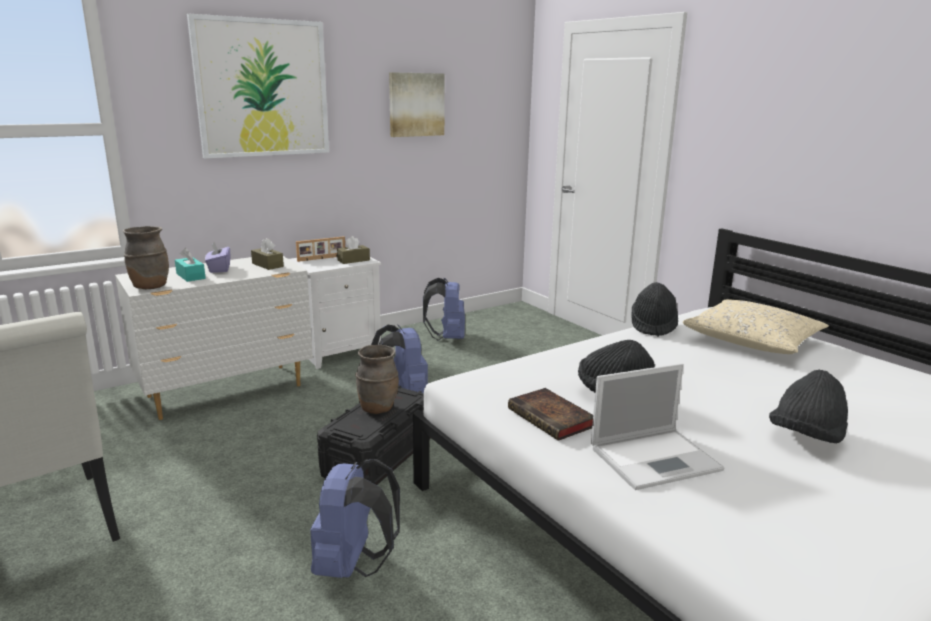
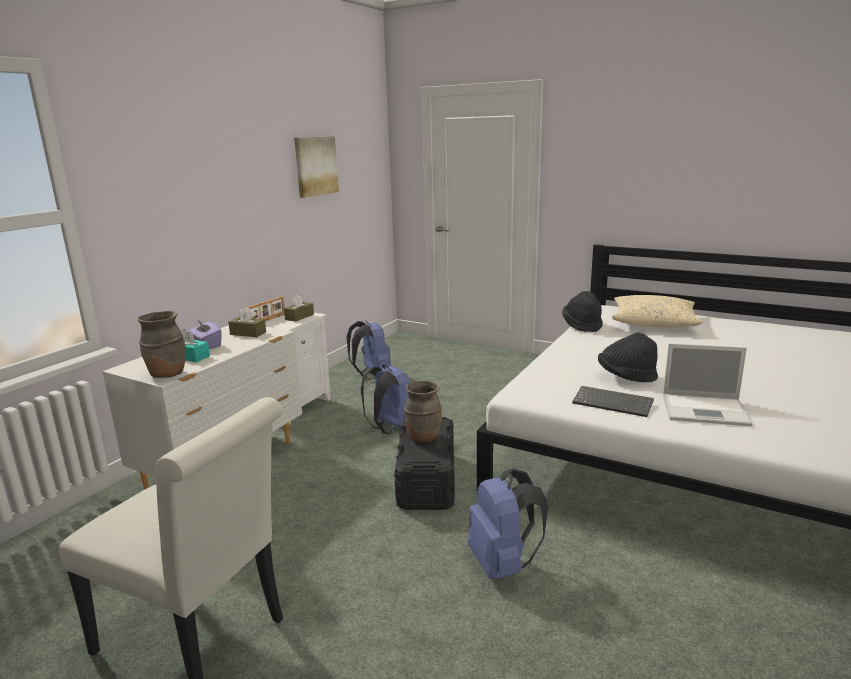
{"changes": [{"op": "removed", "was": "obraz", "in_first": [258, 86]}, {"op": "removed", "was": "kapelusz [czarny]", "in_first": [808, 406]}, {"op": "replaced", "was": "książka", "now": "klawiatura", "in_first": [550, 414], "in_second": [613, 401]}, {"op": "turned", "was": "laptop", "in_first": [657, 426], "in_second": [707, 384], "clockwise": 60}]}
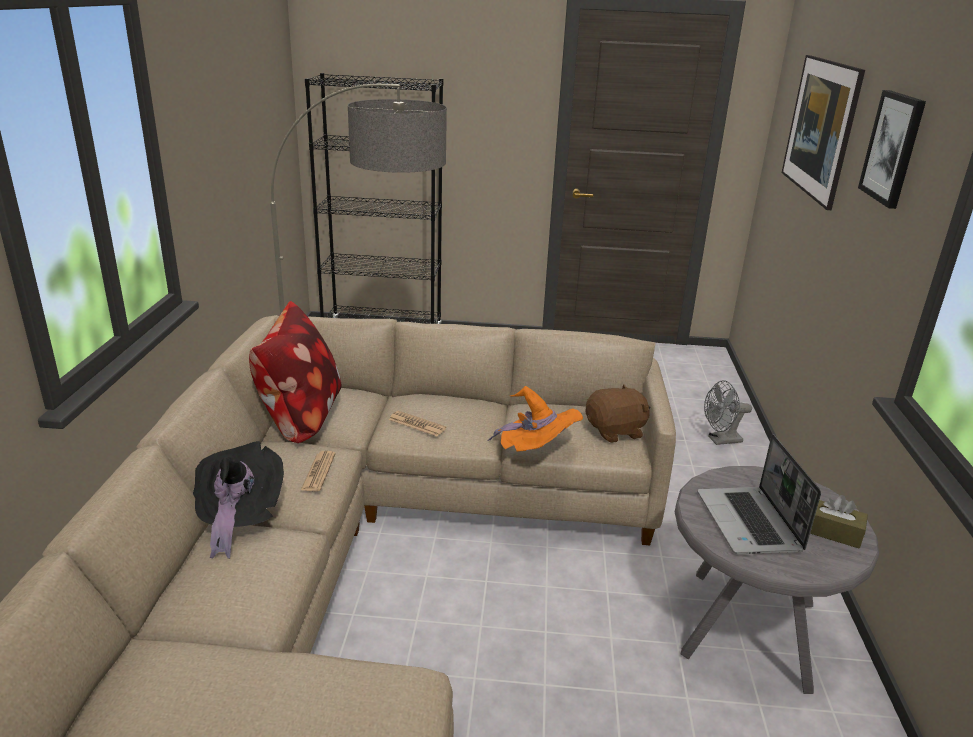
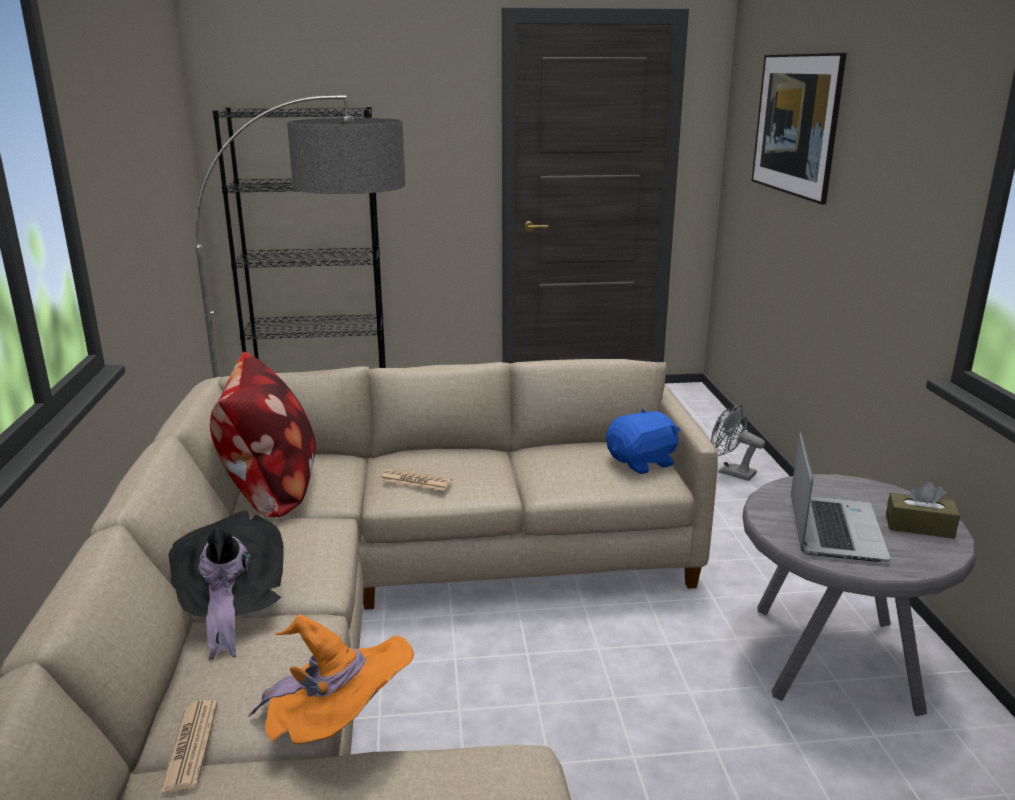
{"changes": [{"op": "removed", "was": "obraz", "in_first": [892, 149]}, {"op": "moved", "was": "gazeta", "in_first": [318, 471], "in_second": [189, 746]}, {"op": "moved", "was": "kapelusz [pomarańczowy]", "in_first": [535, 419], "in_second": [331, 679]}, {"op": "recoloured", "was": "pluszak [brązowy]", "now": "pluszak [niebieski]", "in_first": [617, 413], "in_second": [643, 441]}, {"op": "turned", "was": "laptop", "in_first": [759, 494], "in_second": [841, 496], "clockwise": -150}, {"op": "turned", "was": "wentylator [szary]", "in_first": [728, 412], "in_second": [738, 442], "clockwise": 60}]}
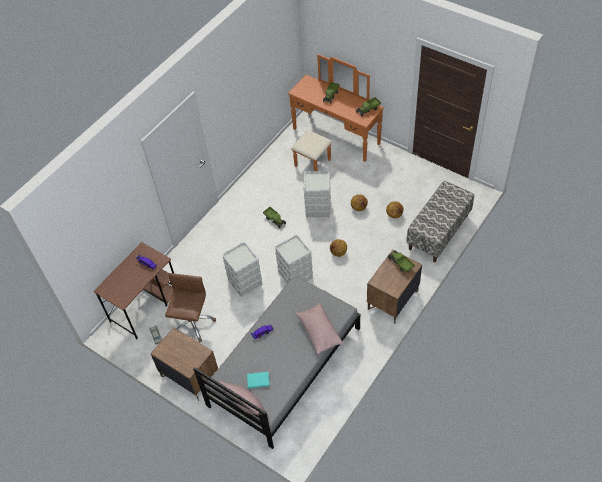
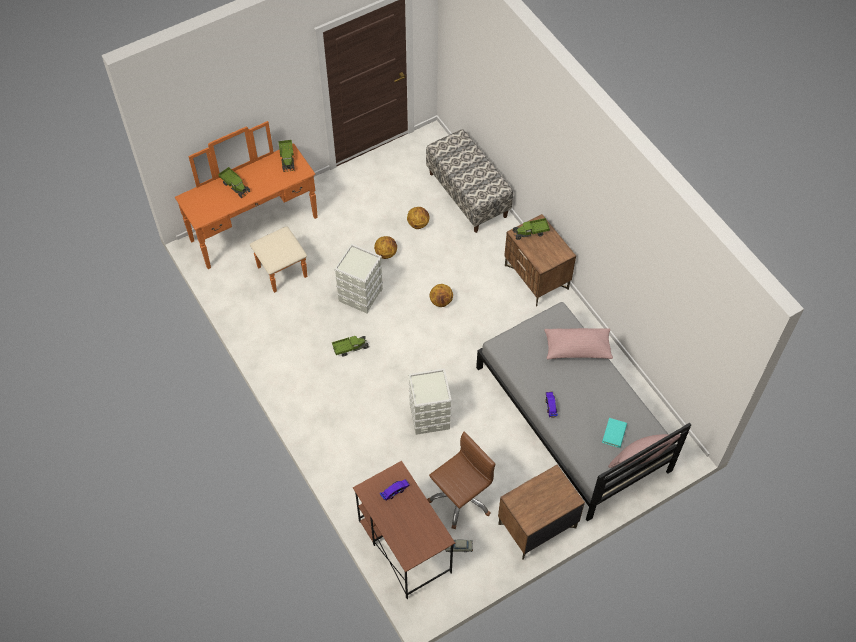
{"changes": [{"op": "removed", "was": "pojemnik do przechowywania [szary]", "in_first": [293, 258]}, {"op": "turned", "was": "krzesło biurowe [brązowy]", "in_first": [190, 307], "in_second": [461, 480], "clockwise": 105}]}
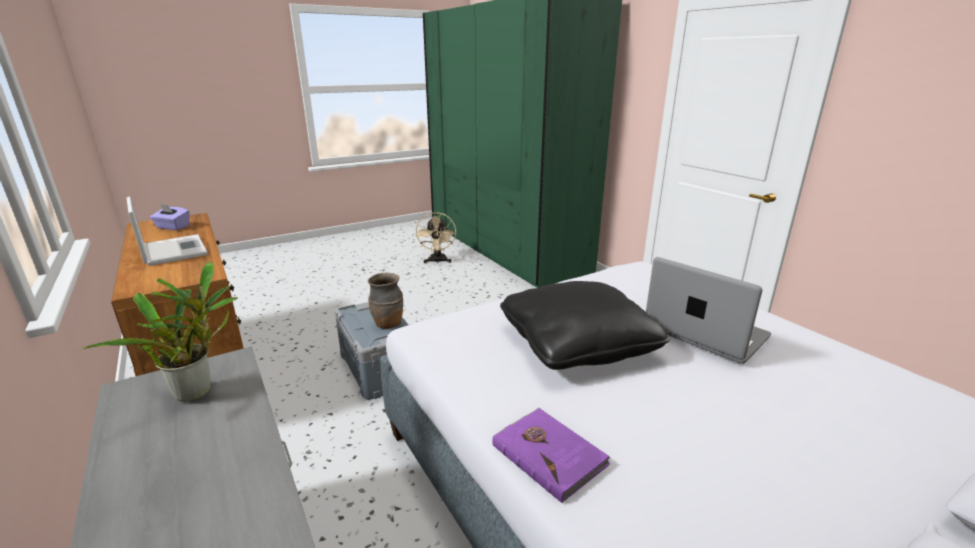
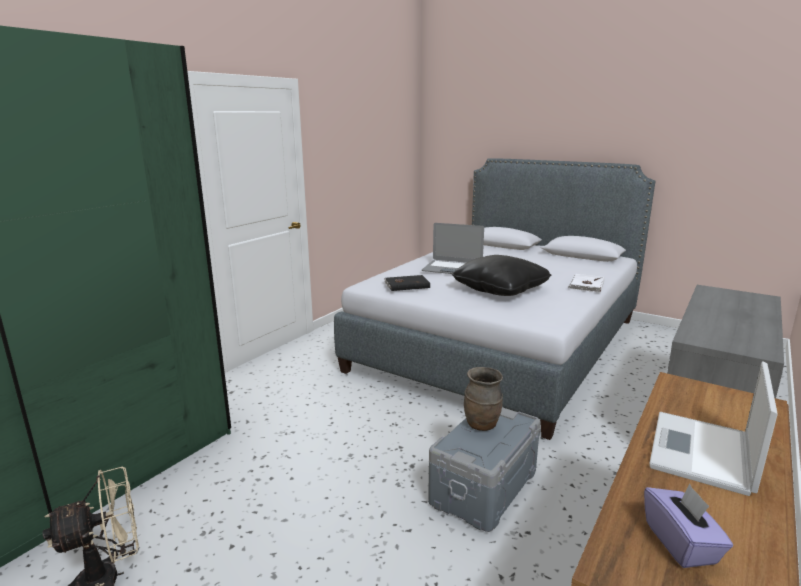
{"changes": [{"op": "removed", "was": "roślina doniczkowa", "in_first": [160, 332]}, {"op": "added", "now": "książka [czarny]", "in_second": [407, 283]}, {"op": "recoloured", "was": "książka [fioletowy]", "now": "książka [biały]", "in_first": [551, 455], "in_second": [586, 283]}, {"op": "turned", "was": "laptop", "in_first": [708, 310], "in_second": [453, 248], "clockwise": -90}]}
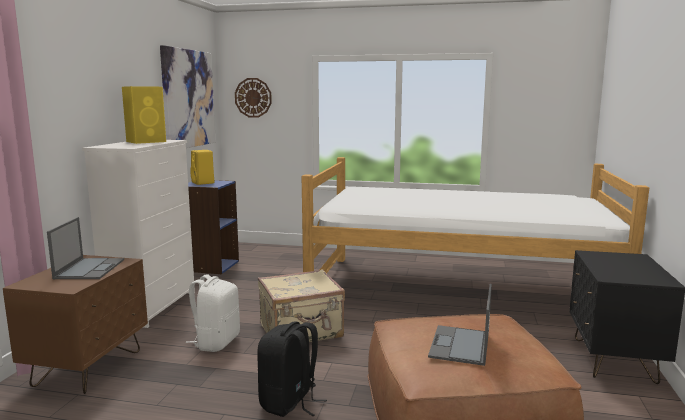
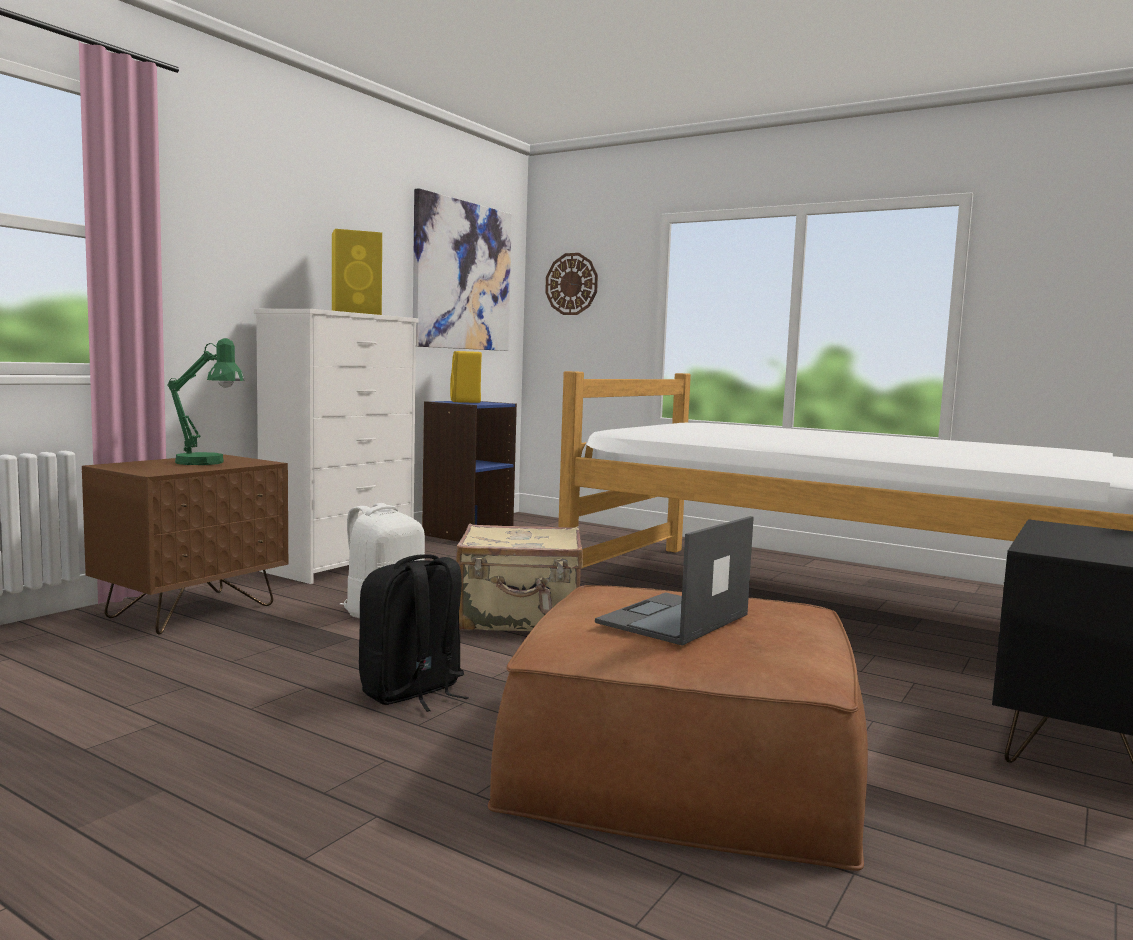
{"changes": [{"op": "replaced", "was": "laptop", "now": "lampa stołowa [zielony]", "in_first": [85, 248], "in_second": [206, 401]}]}
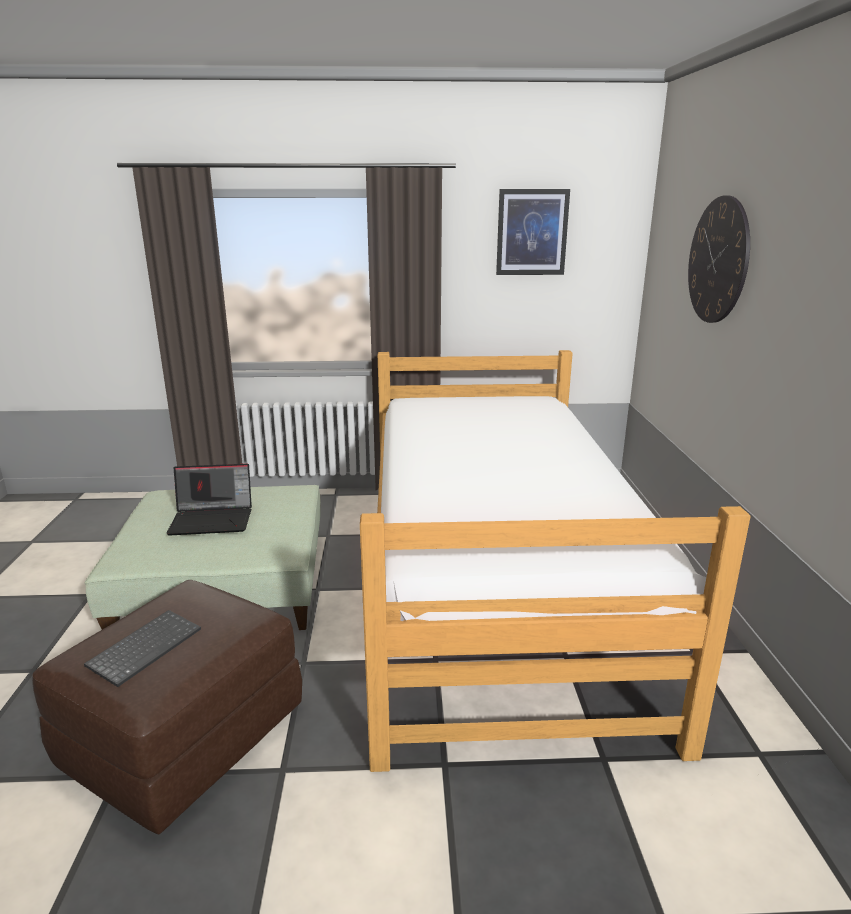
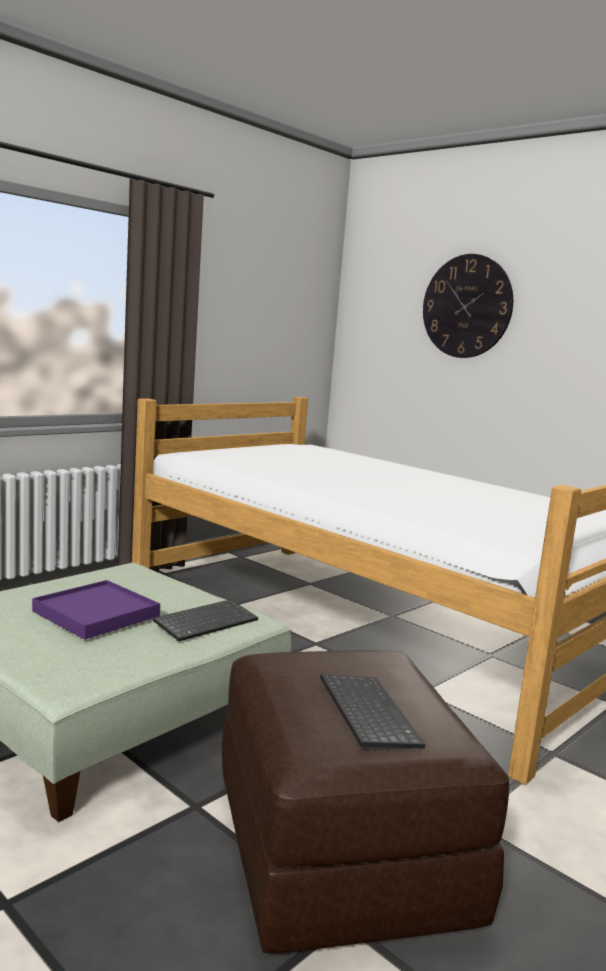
{"changes": [{"op": "removed", "was": "obraz", "in_first": [533, 232]}, {"op": "added", "now": "klawiatura", "in_second": [205, 620]}, {"op": "replaced", "was": "laptop", "now": "taca [fioletowy]", "in_first": [209, 499], "in_second": [96, 610]}]}
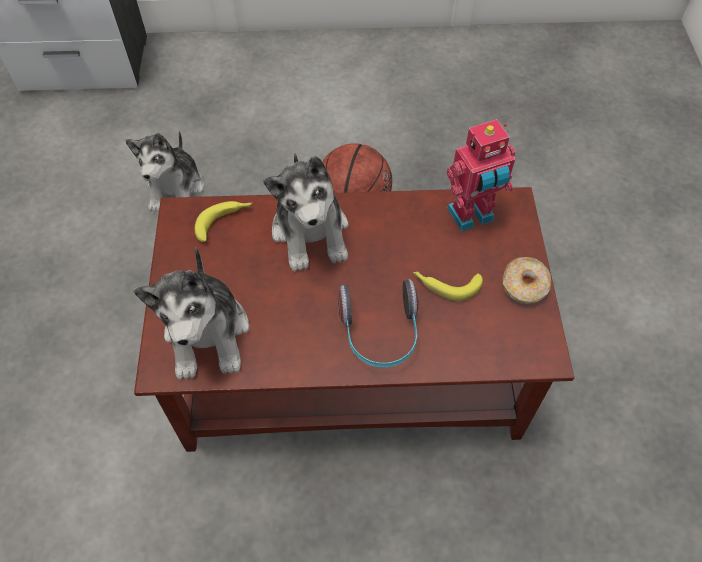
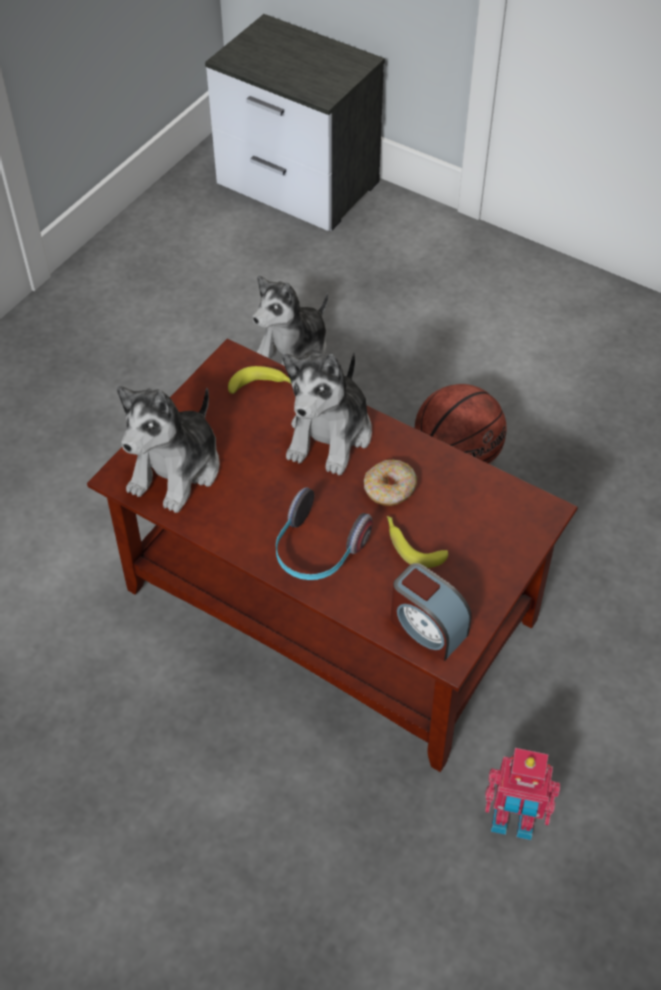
{"changes": [{"op": "added", "now": "budzik", "in_second": [431, 612]}, {"op": "moved", "was": "robot zabawkowy", "in_first": [481, 175], "in_second": [522, 794]}, {"op": "moved", "was": "donut", "in_first": [526, 280], "in_second": [390, 483]}]}
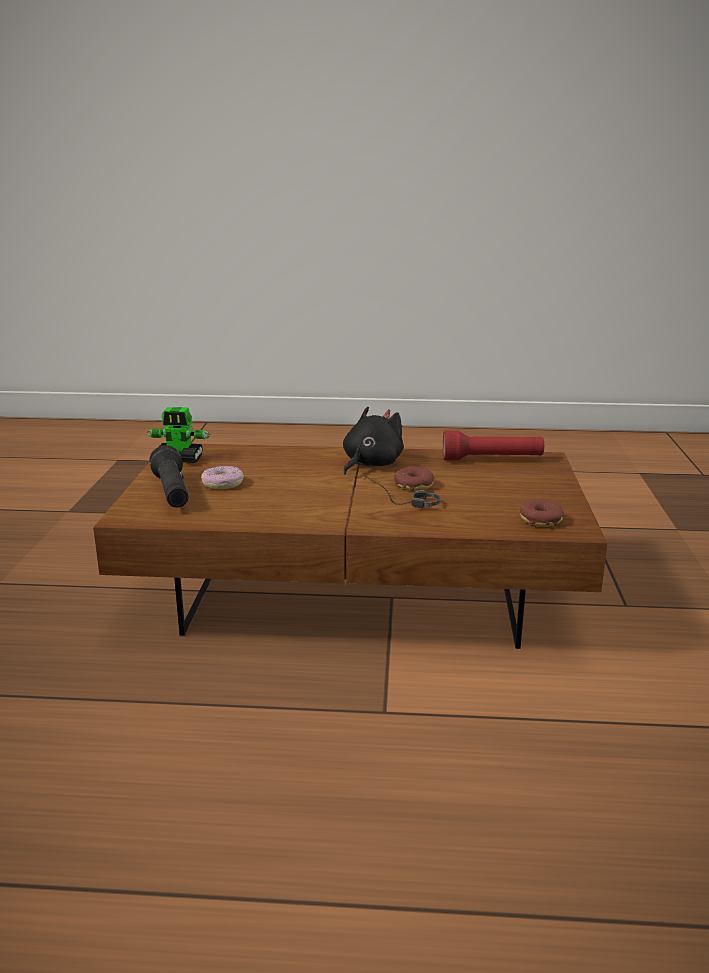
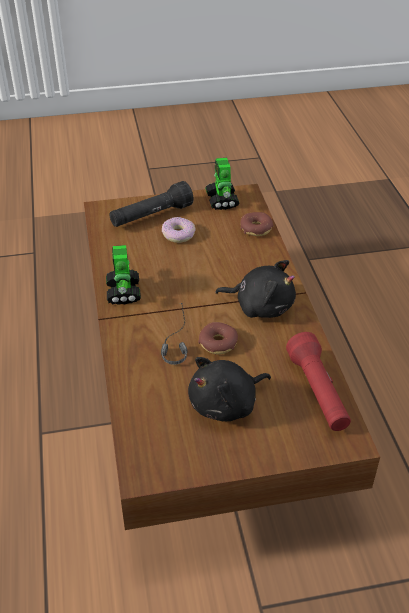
{"changes": [{"op": "added", "now": "robot zabawkowy", "in_second": [123, 275]}, {"op": "added", "now": "pluszak [czarny]", "in_second": [229, 389]}, {"op": "moved", "was": "donut", "in_first": [542, 513], "in_second": [257, 224]}]}
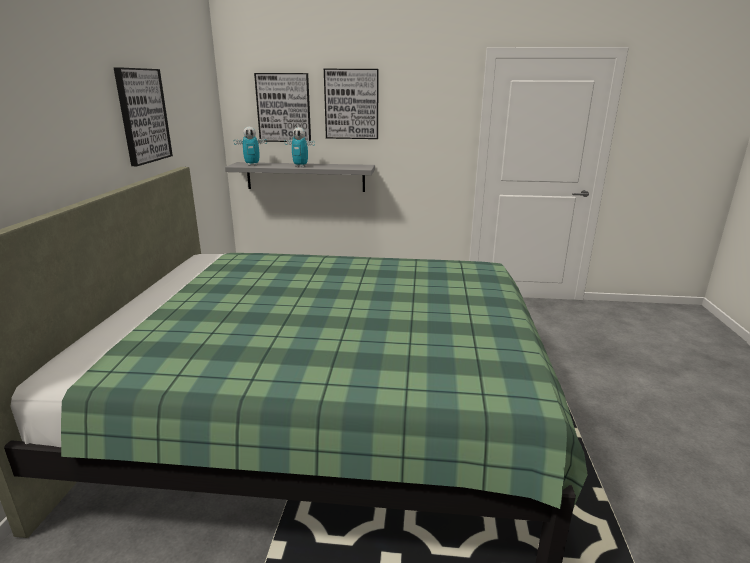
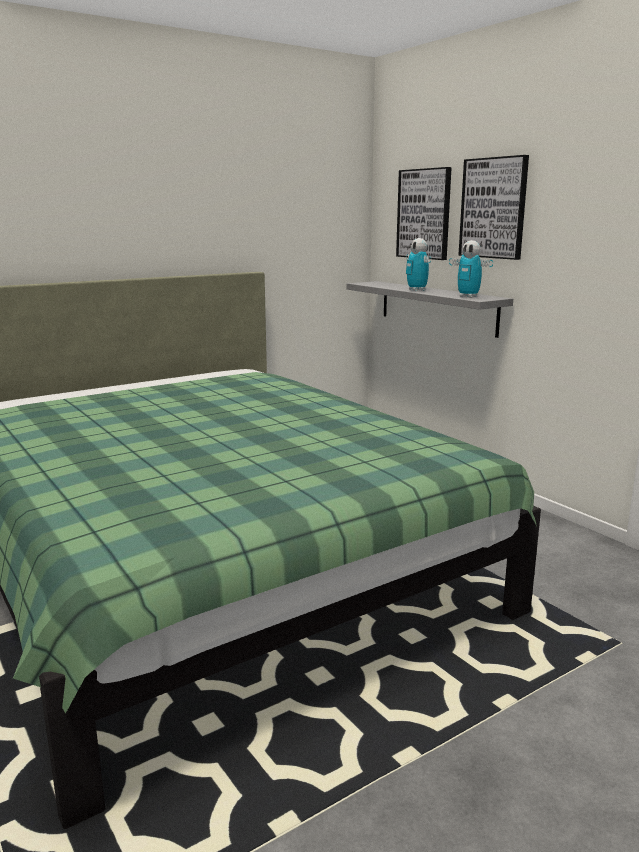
{"changes": [{"op": "removed", "was": "obraz", "in_first": [143, 116]}, {"op": "moved", "was": "robot zabawkowy", "in_first": [250, 146], "in_second": [471, 269]}]}
